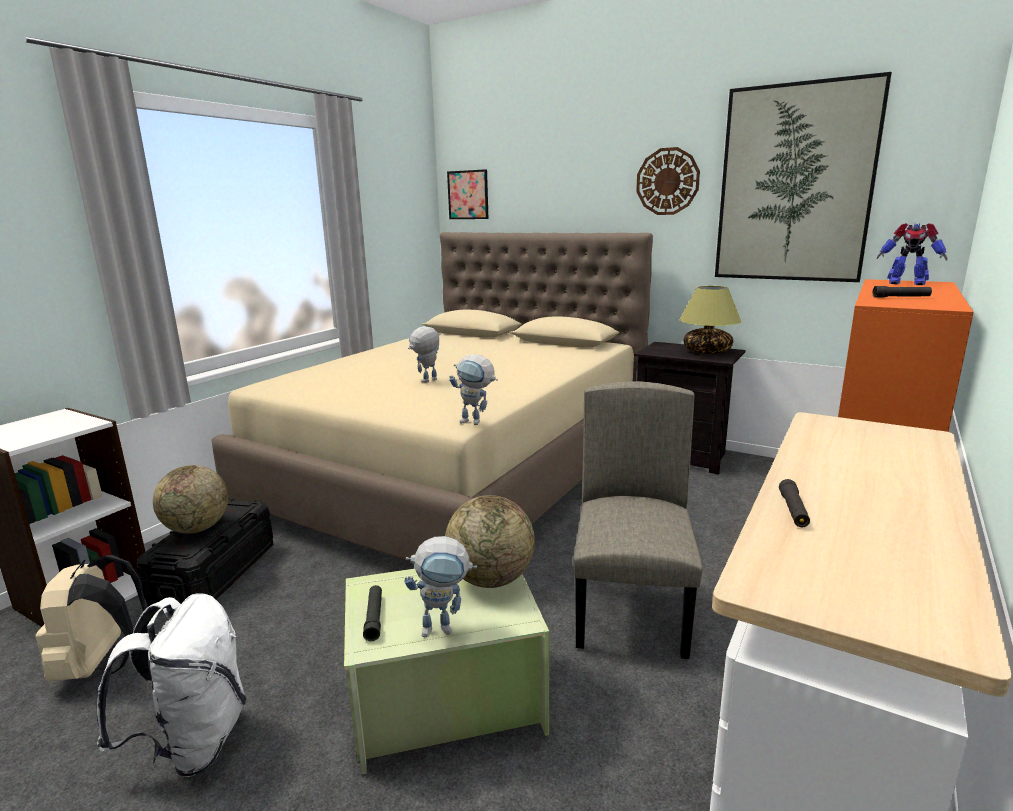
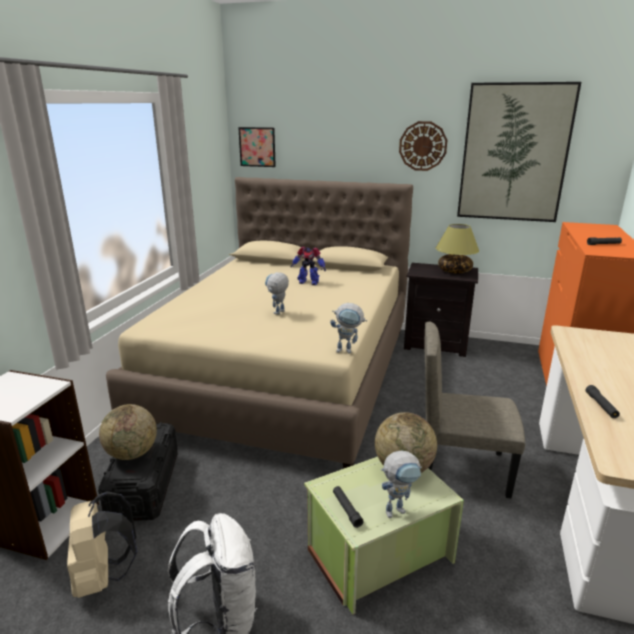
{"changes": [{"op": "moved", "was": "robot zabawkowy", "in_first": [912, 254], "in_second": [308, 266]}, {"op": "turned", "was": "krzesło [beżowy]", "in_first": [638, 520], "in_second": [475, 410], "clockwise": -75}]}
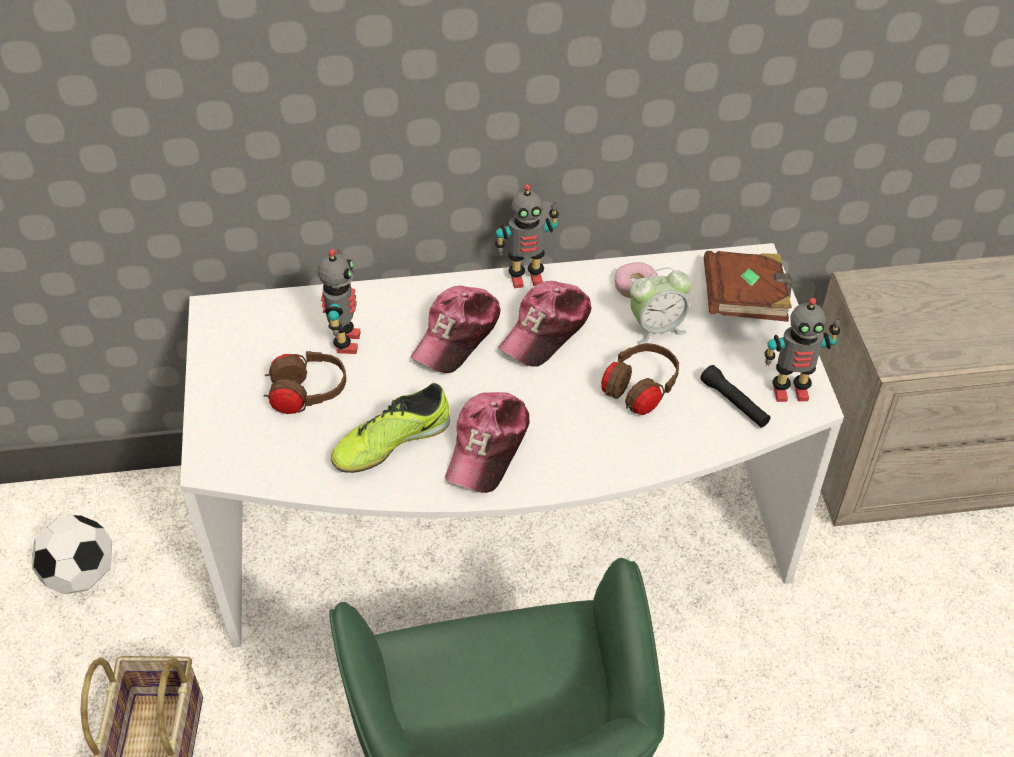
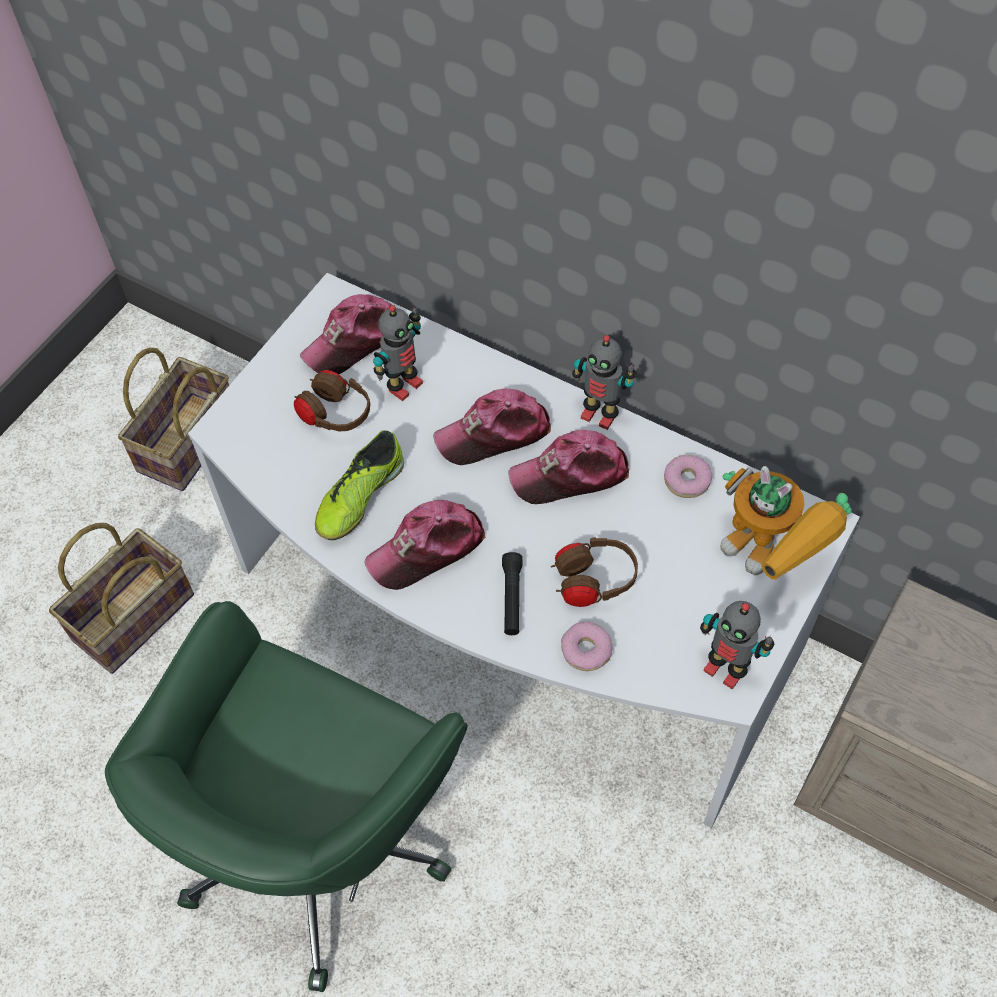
{"changes": [{"op": "removed", "was": "budzik", "in_first": [661, 305]}, {"op": "added", "now": "czapka z daszkiem", "in_second": [346, 334]}, {"op": "added", "now": "donut", "in_second": [587, 646]}, {"op": "moved", "was": "latarka [czarny]", "in_first": [736, 396], "in_second": [512, 593]}, {"op": "replaced", "was": "piłka futbolowa", "now": "koszyk", "in_first": [72, 554], "in_second": [173, 419]}, {"op": "replaced", "was": "książka [brązowy]", "now": "robot zabawkowy", "in_first": [748, 286], "in_second": [786, 523]}, {"op": "turned", "was": "but", "in_first": [390, 428], "in_second": [359, 485], "clockwise": -60}]}
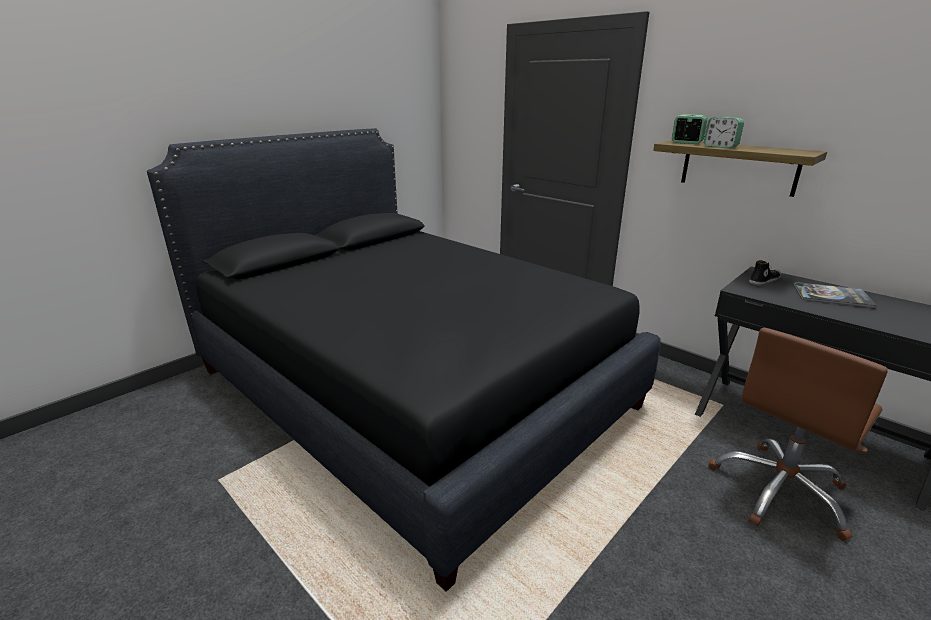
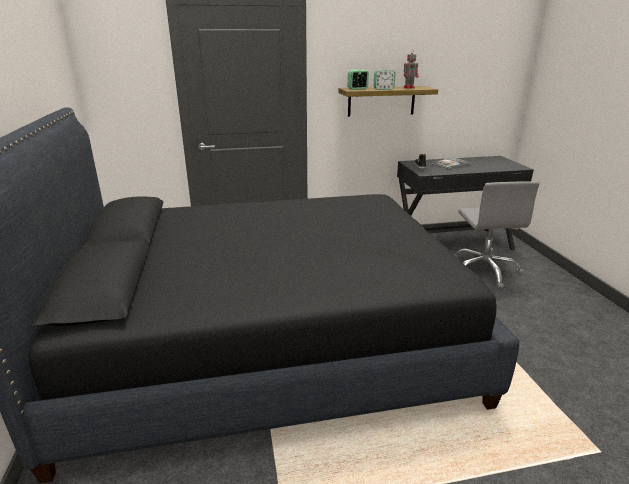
{"changes": [{"op": "added", "now": "robot zabawkowy", "in_second": [411, 68]}, {"op": "recoloured", "was": "krzesło biurowe [brązowy]", "now": "krzesło biurowe [szary]", "in_first": [798, 434], "in_second": [497, 234]}]}
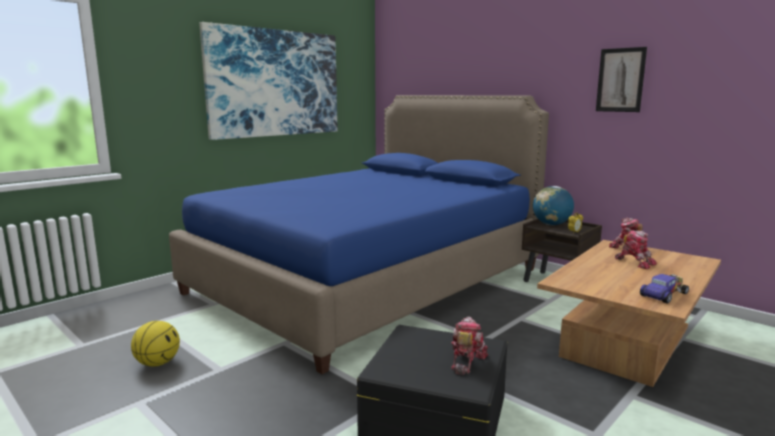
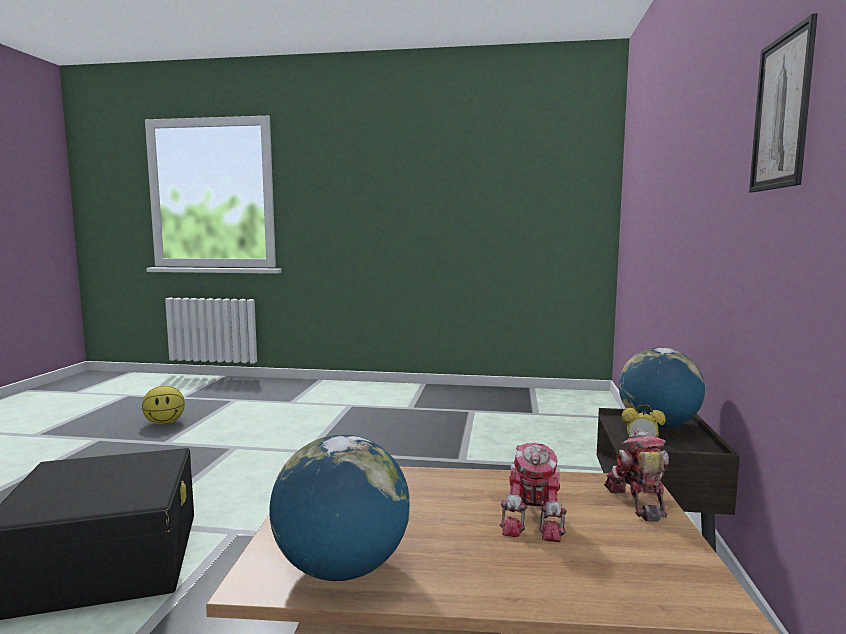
{"changes": [{"op": "removed", "was": "łóżko [niebieski]", "in_first": [359, 234]}, {"op": "removed", "was": "obraz", "in_first": [268, 81]}, {"op": "removed", "was": "robot zabawkowy", "in_first": [469, 345]}, {"op": "replaced", "was": "samochodzik", "now": "globus", "in_first": [664, 289], "in_second": [339, 508]}]}
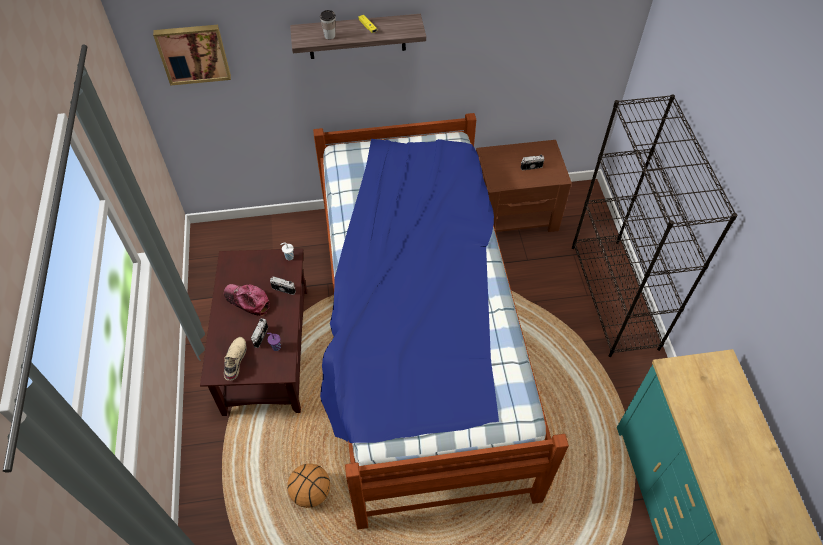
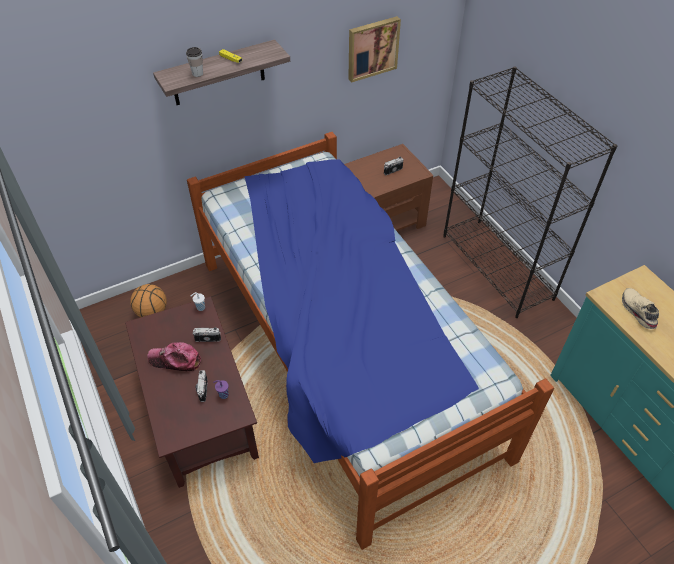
{"changes": [{"op": "moved", "was": "obraz", "in_first": [192, 55], "in_second": [374, 49]}, {"op": "moved", "was": "but [beżowy]", "in_first": [235, 358], "in_second": [640, 309]}, {"op": "moved", "was": "piłka do koszykówki", "in_first": [308, 485], "in_second": [148, 300]}]}
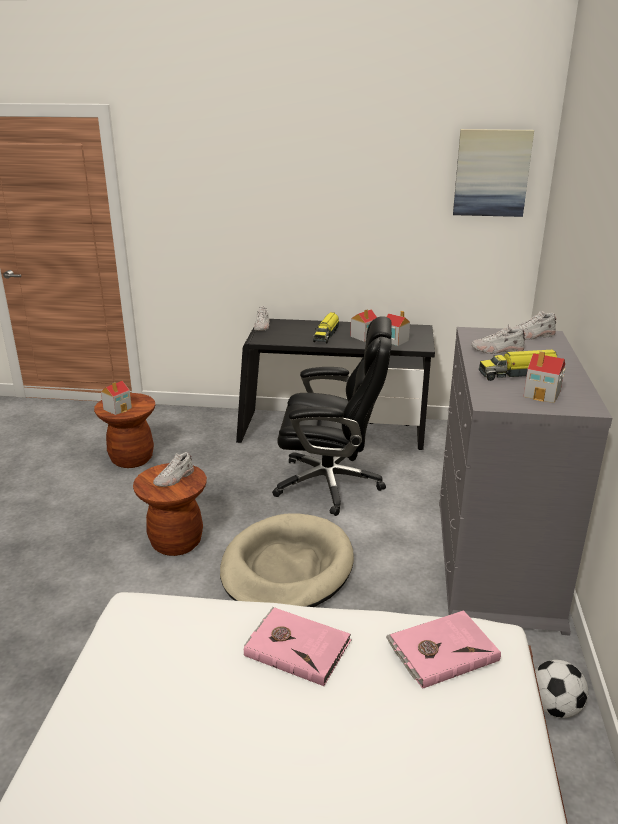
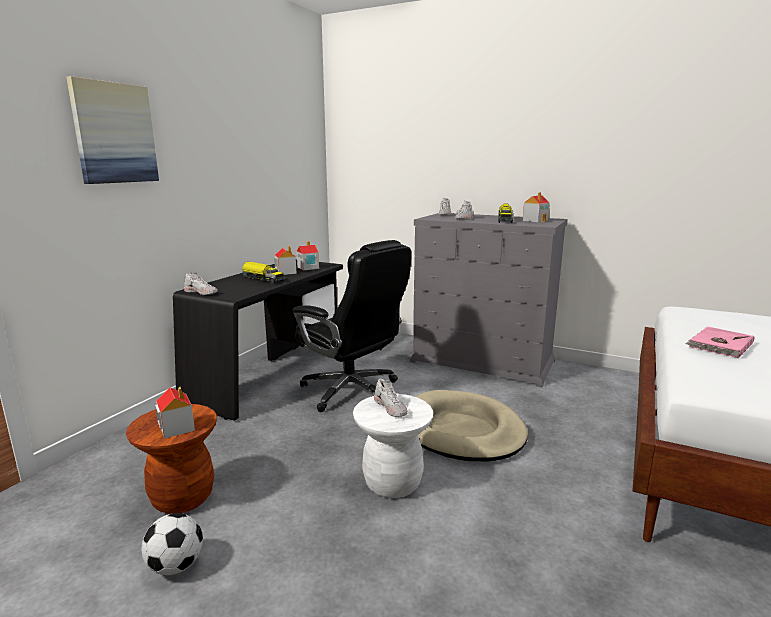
{"changes": [{"op": "removed", "was": "książka [różowy]", "in_first": [443, 649]}, {"op": "moved", "was": "obraz", "in_first": [493, 173], "in_second": [112, 130]}, {"op": "moved", "was": "piłka futbolowa", "in_first": [561, 689], "in_second": [172, 544]}, {"op": "recoloured", "was": "stołek [brązowy]", "now": "stołek [biały]", "in_first": [170, 509], "in_second": [393, 446]}, {"op": "turned", "was": "krzesło biurowe [czarny]", "in_first": [332, 416], "in_second": [351, 326], "clockwise": 105}]}
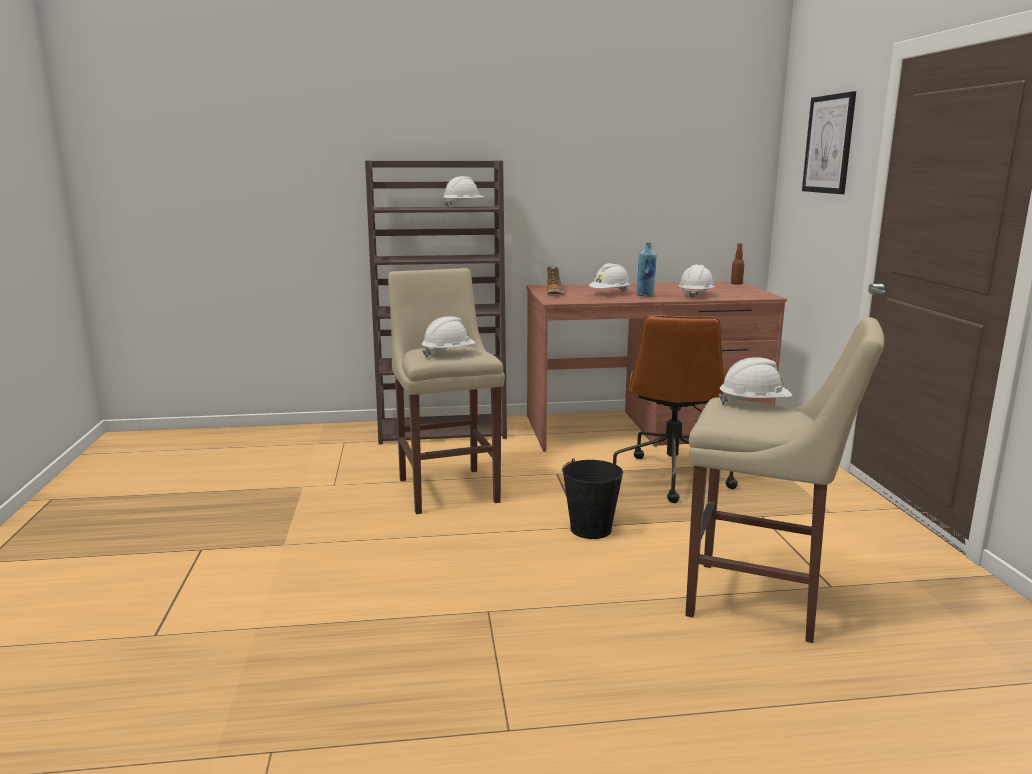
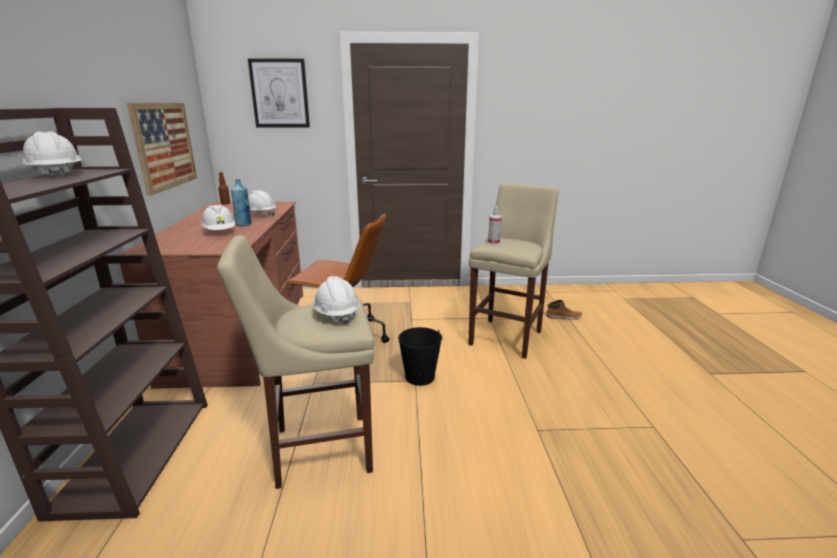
{"changes": [{"op": "added", "now": "obraz", "in_second": [162, 149]}, {"op": "moved", "was": "but z cholewką", "in_first": [555, 280], "in_second": [564, 310]}, {"op": "replaced", "was": "kask [biały]", "now": "spryskiwacz", "in_first": [755, 381], "in_second": [495, 225]}]}
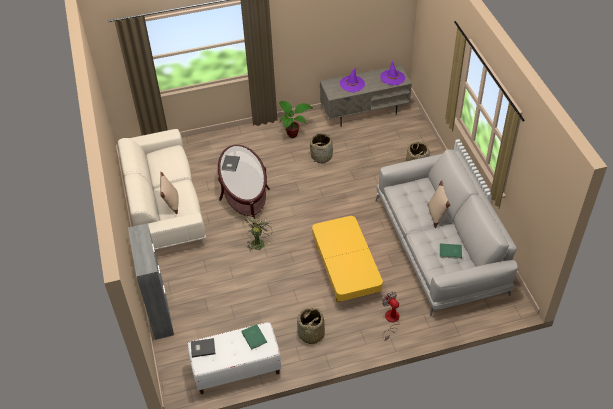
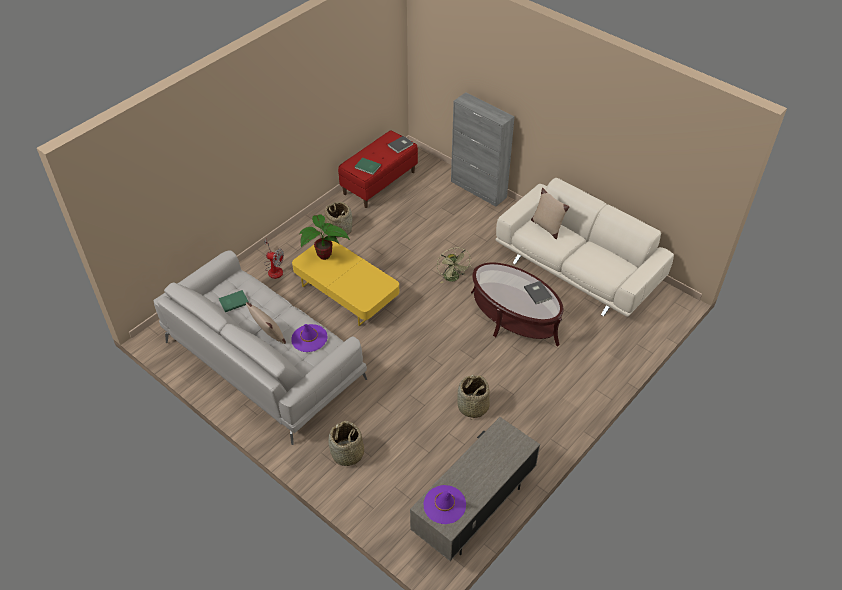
{"changes": [{"op": "moved", "was": "roślina doniczkowa", "in_first": [296, 119], "in_second": [324, 237]}, {"op": "moved", "was": "kapelusz [fioletowy]", "in_first": [352, 80], "in_second": [309, 338]}, {"op": "recoloured", "was": "ławka [biały]", "now": "ławka [czerwony]", "in_first": [234, 358], "in_second": [378, 169]}]}
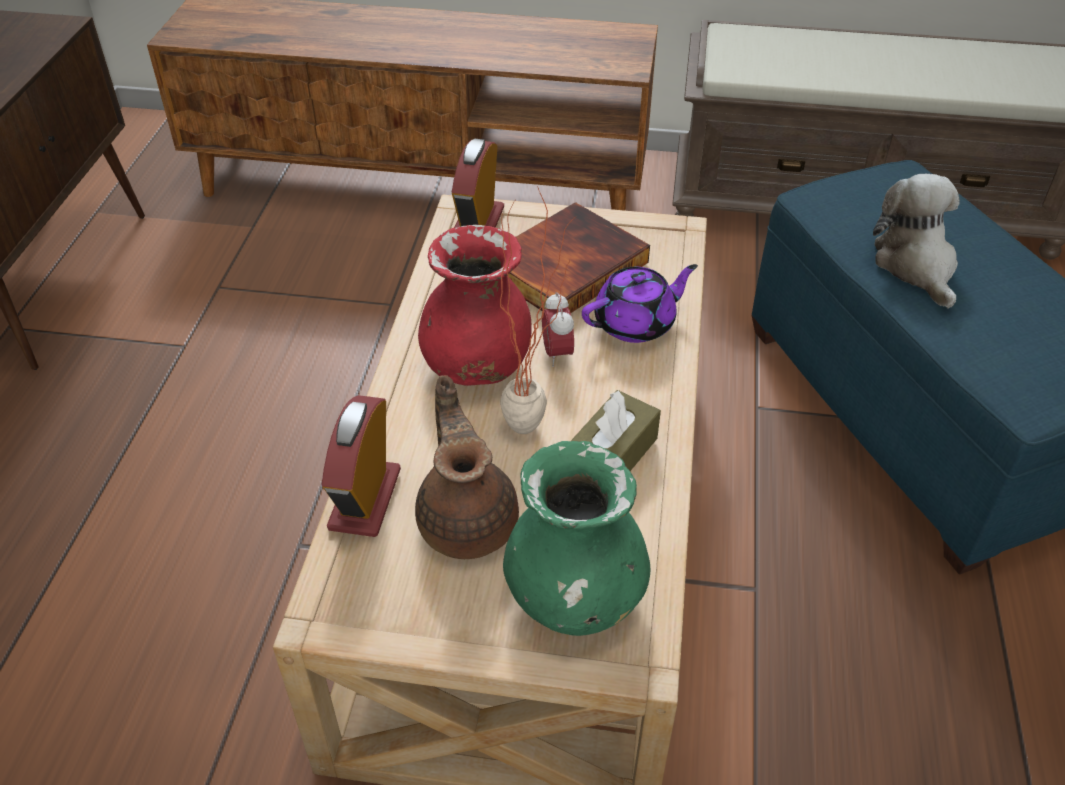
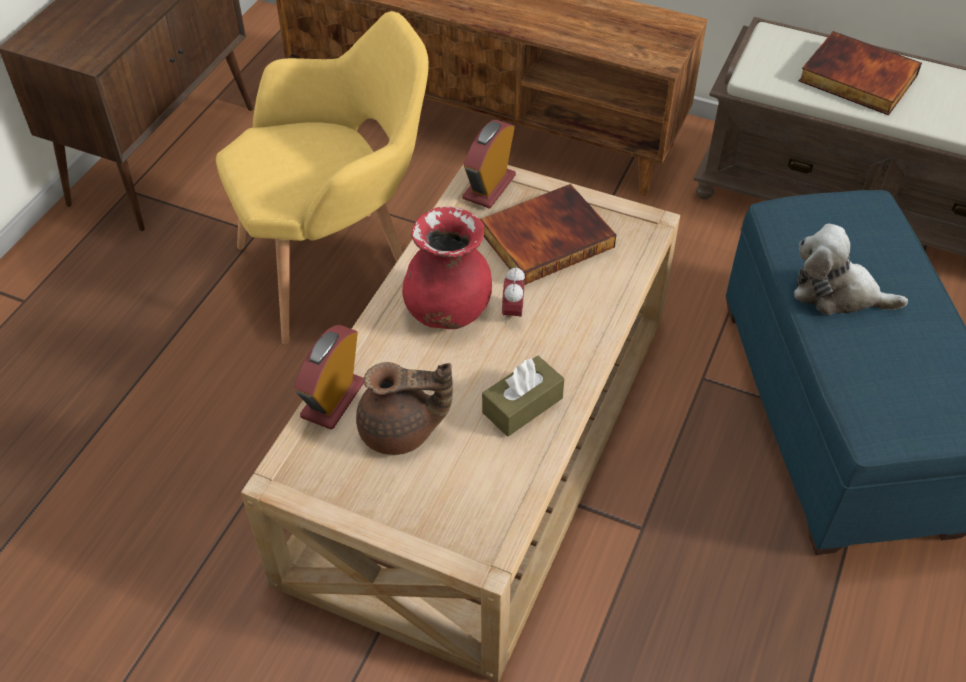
{"changes": [{"op": "removed", "was": "roślina doniczkowa", "in_first": [537, 310]}, {"op": "removed", "was": "wazon [zielony]", "in_first": [577, 538]}, {"op": "removed", "was": "imbryk [fioletowy]", "in_first": [640, 303]}, {"op": "added", "now": "fotel [żółty]", "in_second": [322, 177]}, {"op": "added", "now": "książka", "in_second": [860, 73]}, {"op": "turned", "was": "imbryk [brązowy]", "in_first": [467, 467], "in_second": [404, 408], "clockwise": 90}, {"op": "turned", "was": "pluszak", "in_first": [916, 241], "in_second": [851, 269], "clockwise": -75}]}
